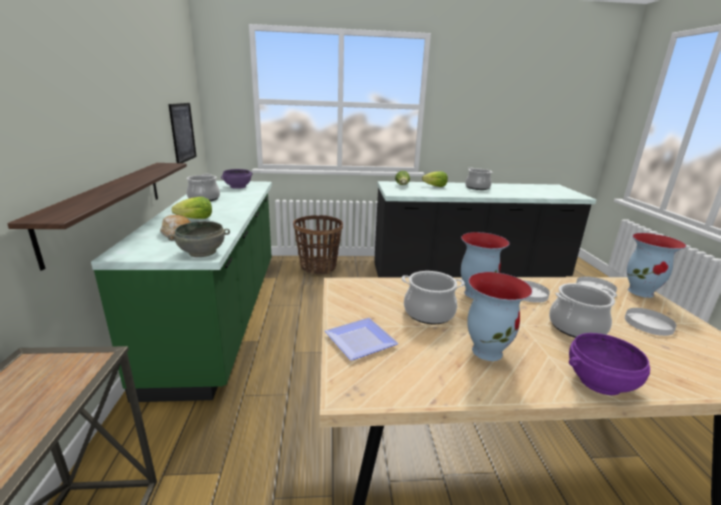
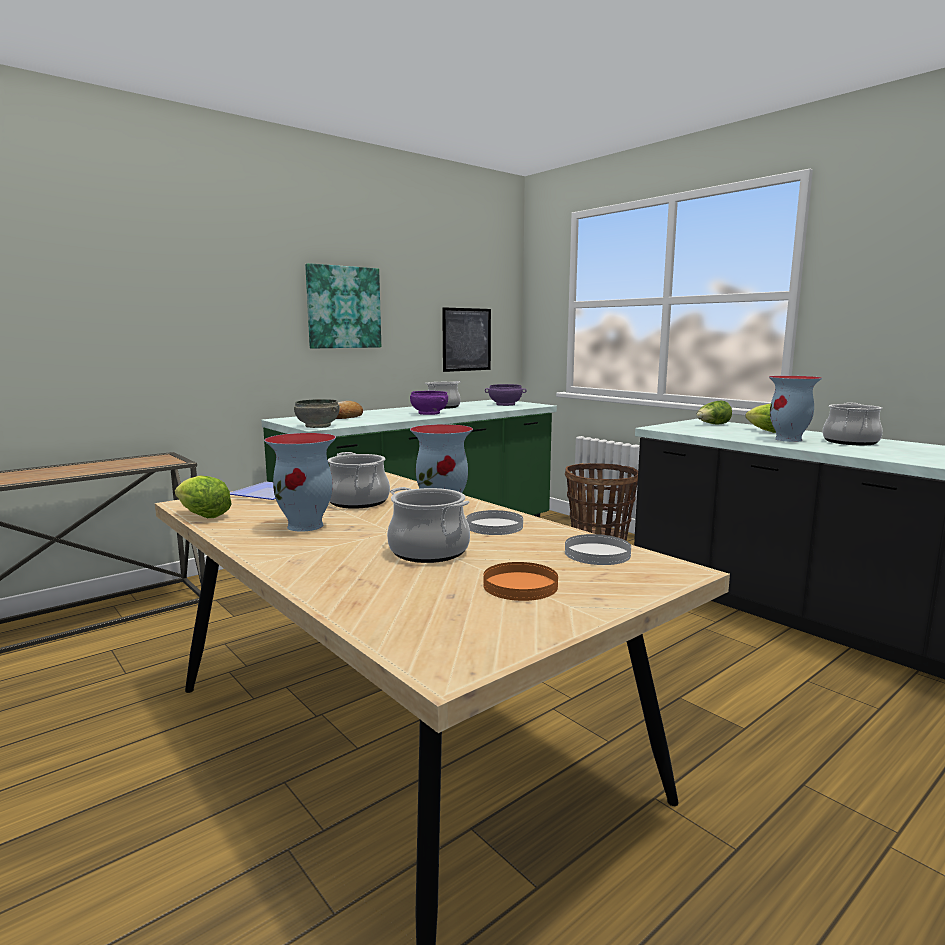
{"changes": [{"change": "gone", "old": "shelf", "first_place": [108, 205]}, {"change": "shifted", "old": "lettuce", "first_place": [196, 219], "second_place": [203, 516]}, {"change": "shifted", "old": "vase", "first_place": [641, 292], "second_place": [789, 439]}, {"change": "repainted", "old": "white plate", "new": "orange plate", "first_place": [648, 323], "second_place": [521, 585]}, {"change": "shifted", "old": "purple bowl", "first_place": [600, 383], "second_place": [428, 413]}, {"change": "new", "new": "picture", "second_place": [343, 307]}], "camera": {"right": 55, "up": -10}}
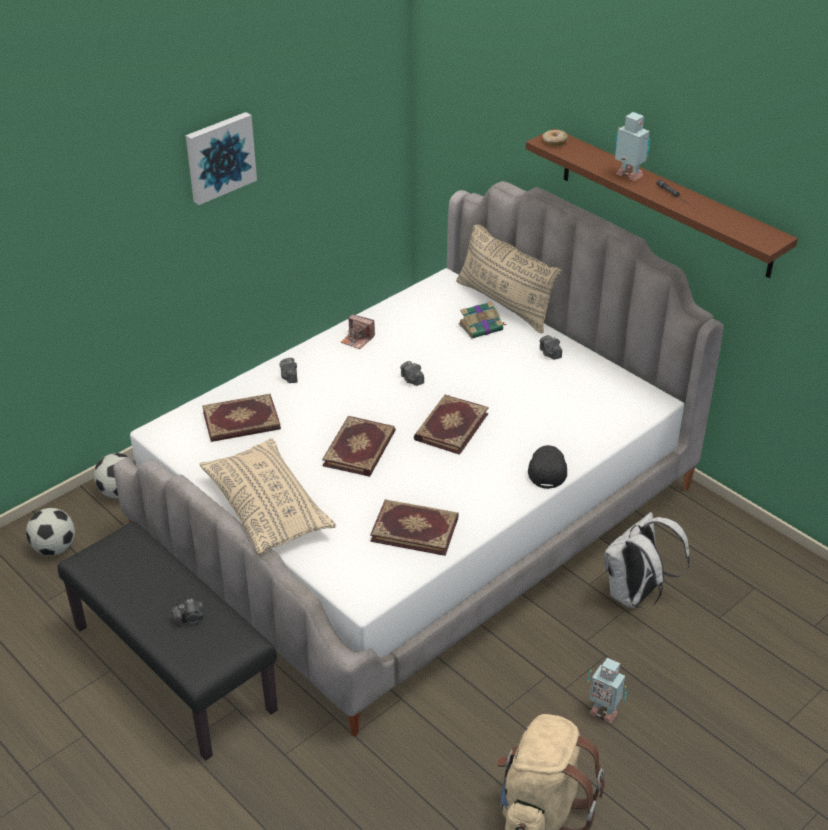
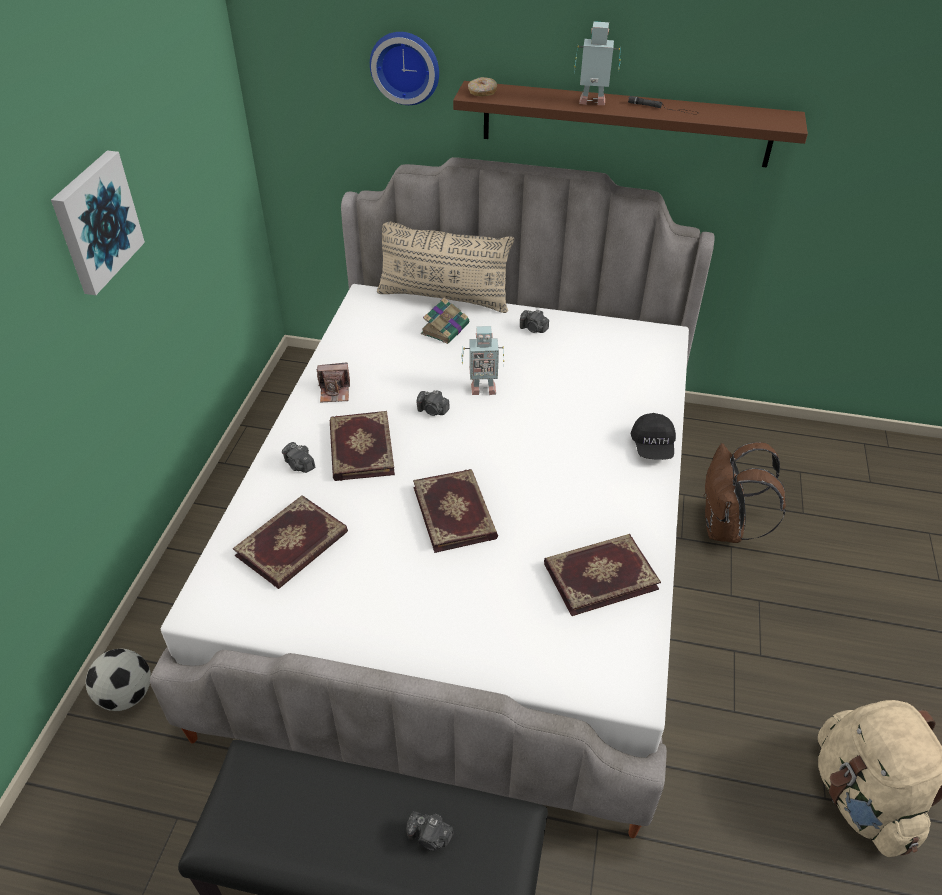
{"changes": [{"change": "shifted", "old": "book", "first_place": [450, 426], "second_place": [360, 449]}, {"change": "gone", "old": "beige pillow", "first_place": [267, 508]}, {"change": "rotated", "old": "black cap", "first_place": [547, 471], "second_place": [652, 446], "degrees": -150}, {"change": "gone", "old": "football", "first_place": [54, 548]}, {"change": "repainted", "old": "white backpack", "new": "brown backpack", "first_place": [635, 595], "second_place": [726, 528]}, {"change": "rotated", "old": "photo camera", "first_place": [190, 619], "second_place": [430, 837], "degrees": 75}, {"change": "shifted", "old": "toy robot", "first_place": [603, 711], "second_place": [482, 388]}, {"change": "new", "new": "wall clock", "second_place": [406, 66]}], "camera": {"right": -35, "up": 5}}
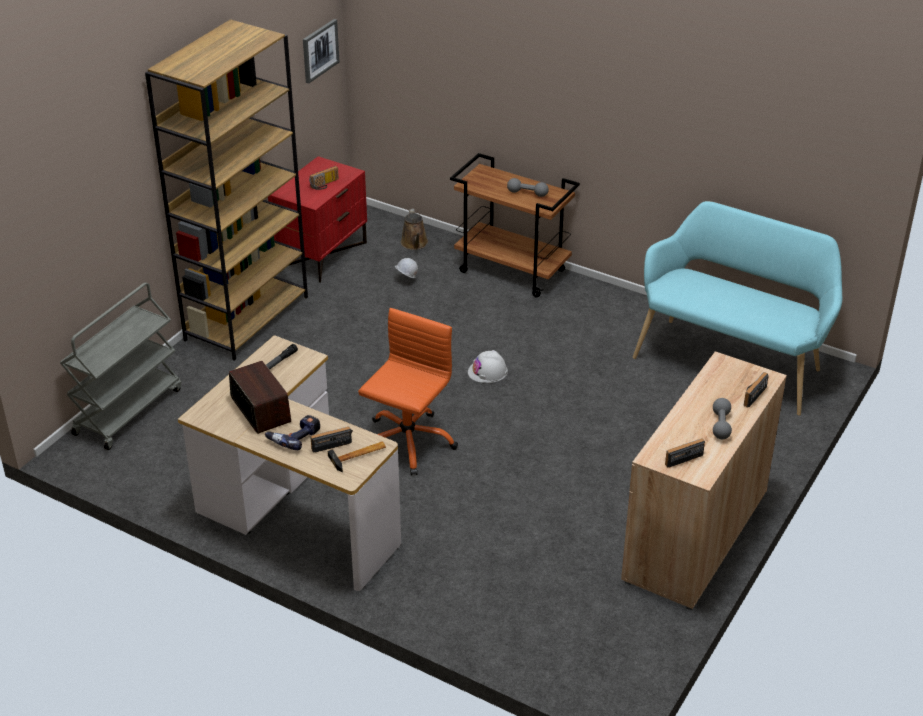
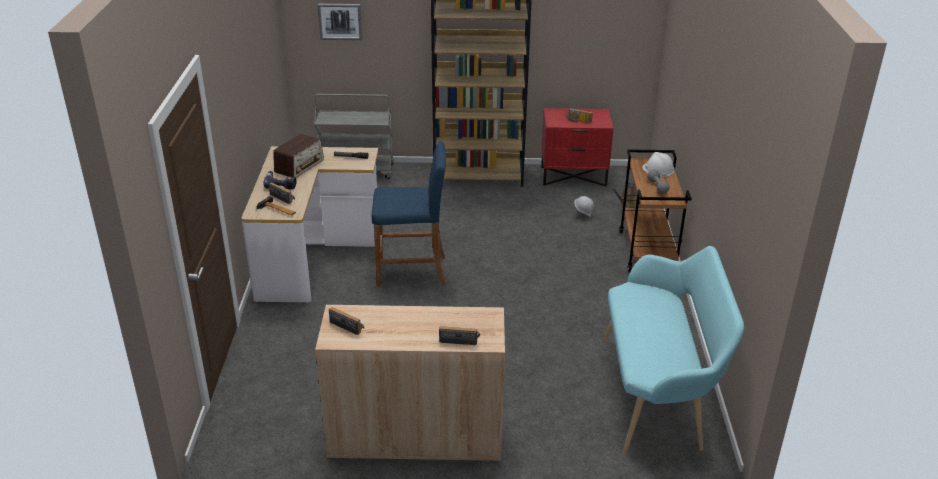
{"changes": [{"change": "shifted", "old": "picture", "first_place": [319, 50], "second_place": [340, 21]}, {"change": "swapped", "old": "orange office chair", "new": "blue stool", "first_place": [407, 442], "second_place": [411, 272]}, {"change": "shifted", "old": "white hard hat", "first_place": [488, 371], "second_place": [658, 169]}, {"change": "gone", "old": "grey dumbbell", "first_place": [721, 425]}], "camera": {"right": 60, "up": -5}}
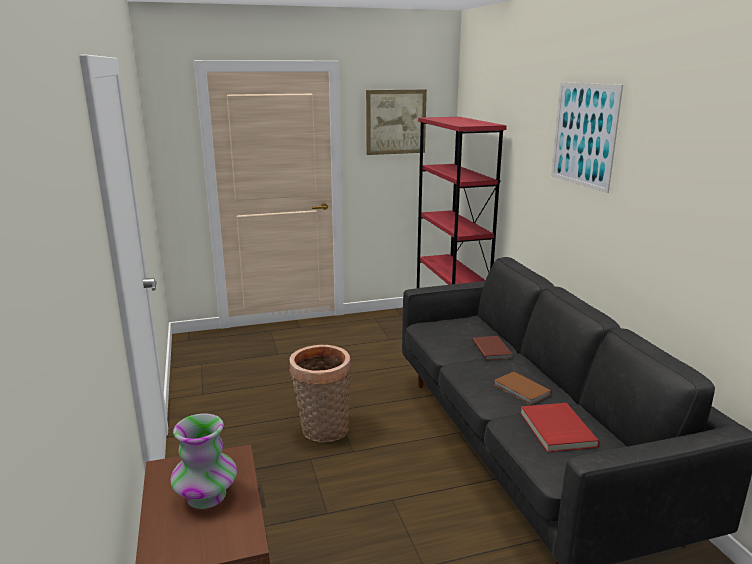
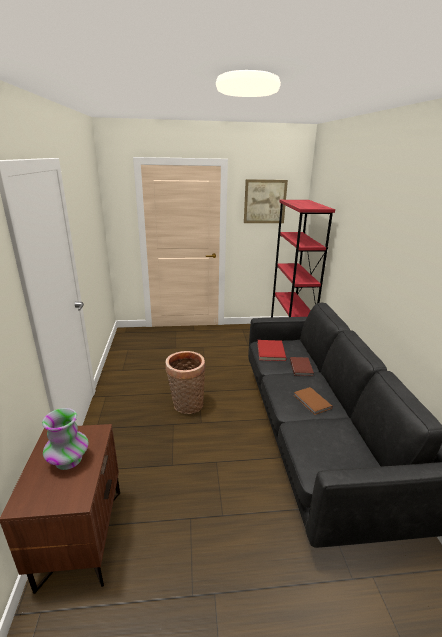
{"changes": [{"change": "gone", "old": "picture", "first_place": [584, 135]}, {"change": "shifted", "old": "red book", "first_place": [556, 429], "second_place": [270, 351]}], "camera": {"right": 10, "up": 5}}
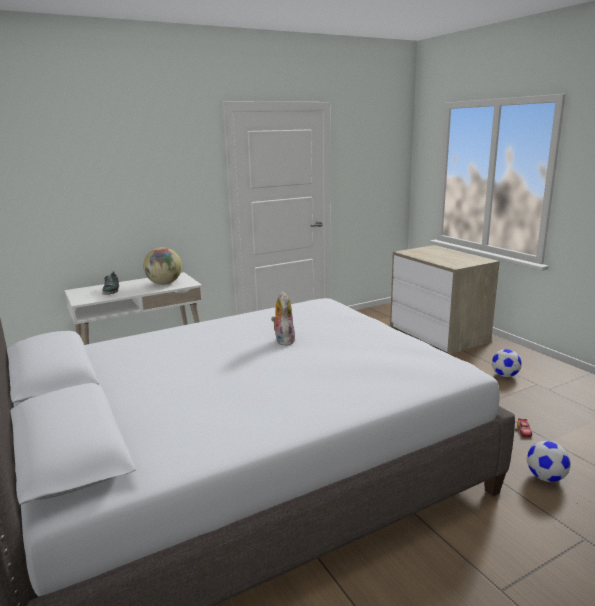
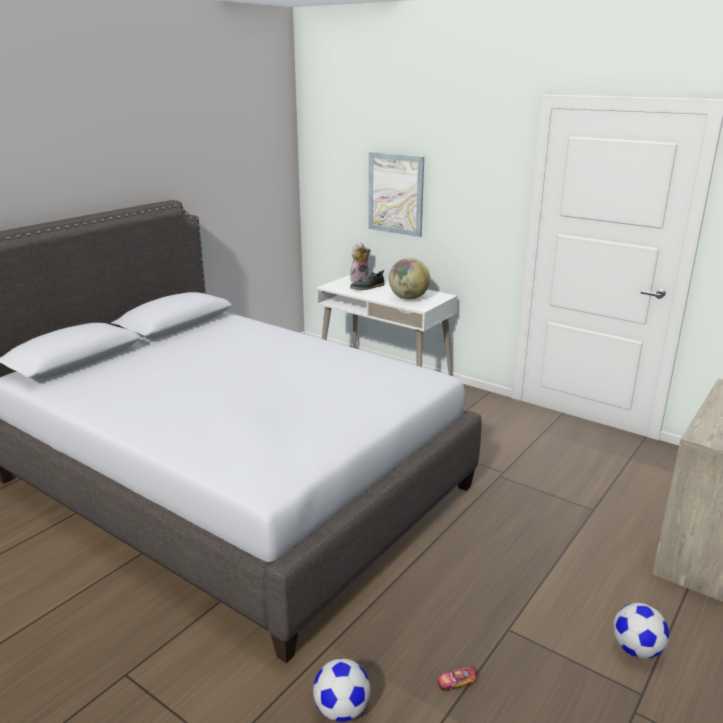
{"changes": [{"change": "shifted", "old": "plush toy", "first_place": [283, 340], "second_place": [359, 280]}, {"change": "new", "new": "picture", "second_place": [395, 194]}], "camera": {"right": 65, "up": 5}}
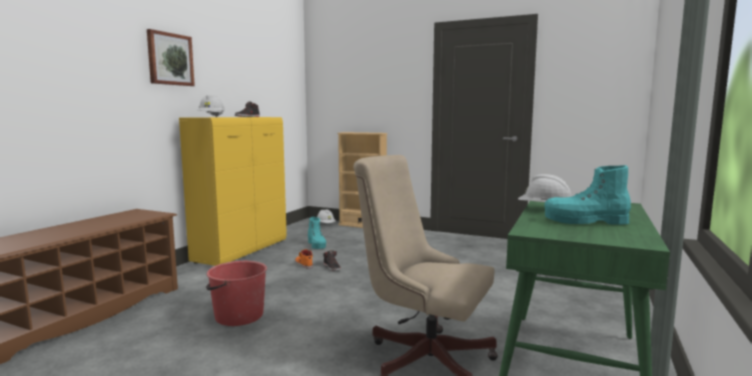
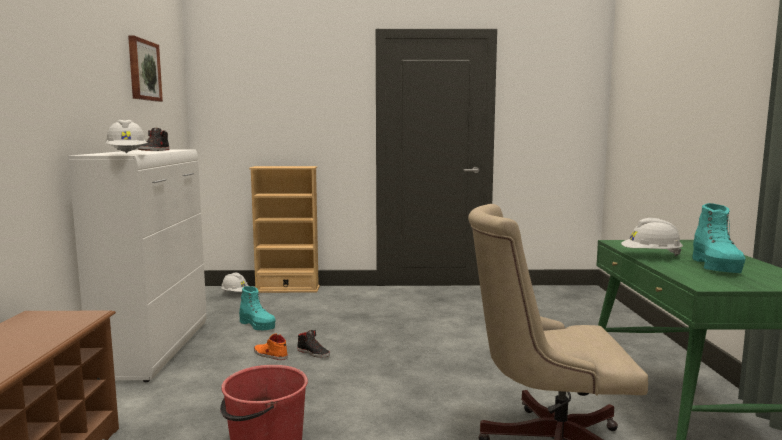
{"changes": [{"change": "shifted", "old": "picture", "first_place": [170, 59], "second_place": [143, 70]}, {"change": "repainted", "old": "yellow cabinet", "new": "white cabinet", "first_place": [242, 251], "second_place": [155, 350]}, {"change": "rotated", "old": "turquoise boot", "first_place": [585, 221], "second_place": [716, 266], "degrees": -60}], "camera": {"right": -25, "up": 0}}
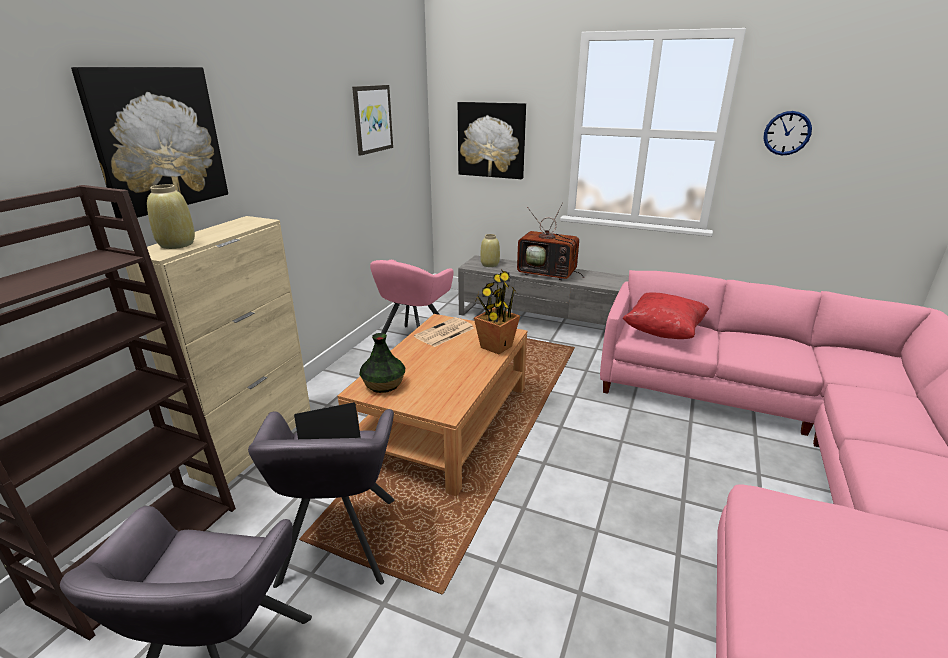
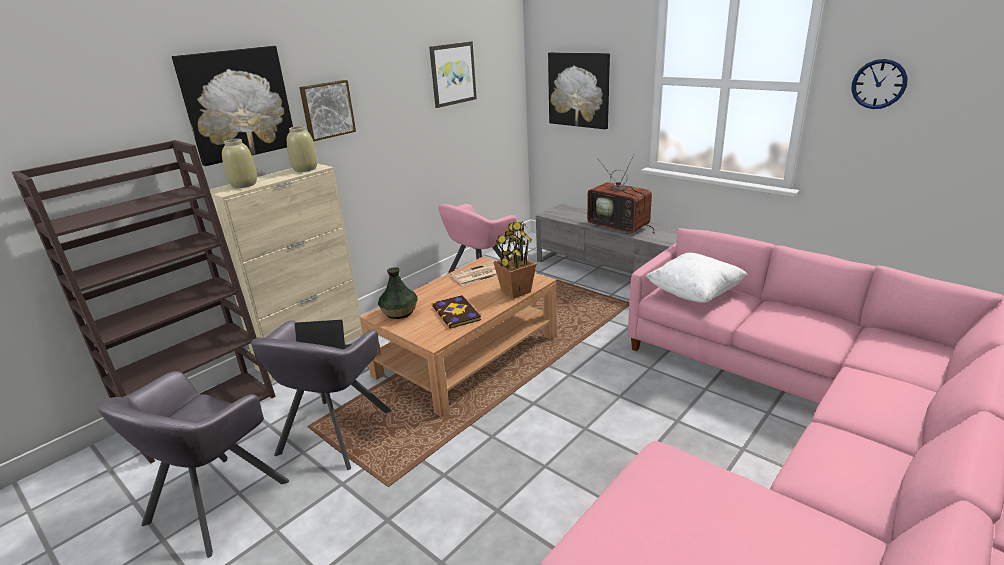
{"changes": [{"change": "shifted", "old": "beige vase", "first_place": [489, 264], "second_place": [305, 169]}, {"change": "repainted", "old": "red pillow", "new": "white pillow", "first_place": [663, 332], "second_place": [694, 294]}, {"change": "new", "new": "picture", "second_place": [327, 110]}, {"change": "new", "new": "book", "second_place": [457, 313]}], "camera": {"right": 20, "up": 0}}
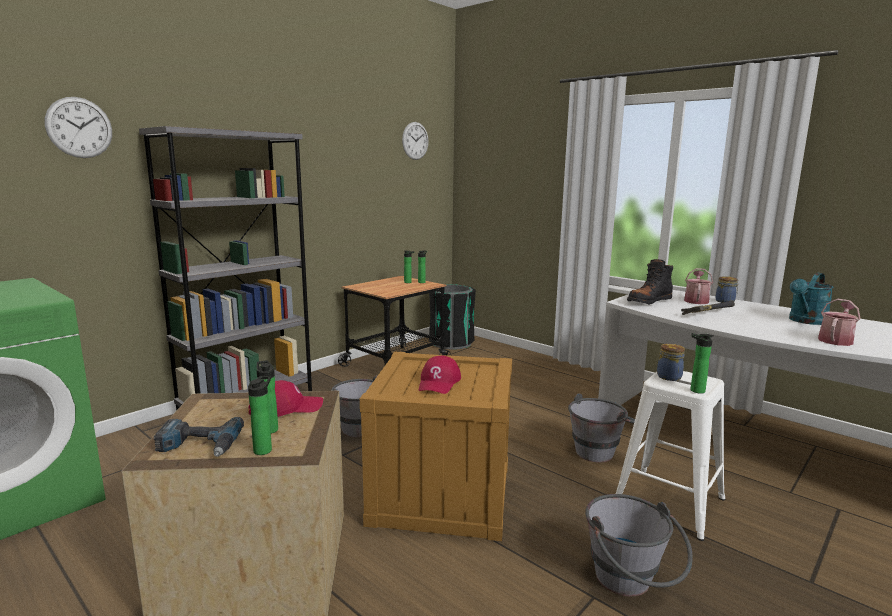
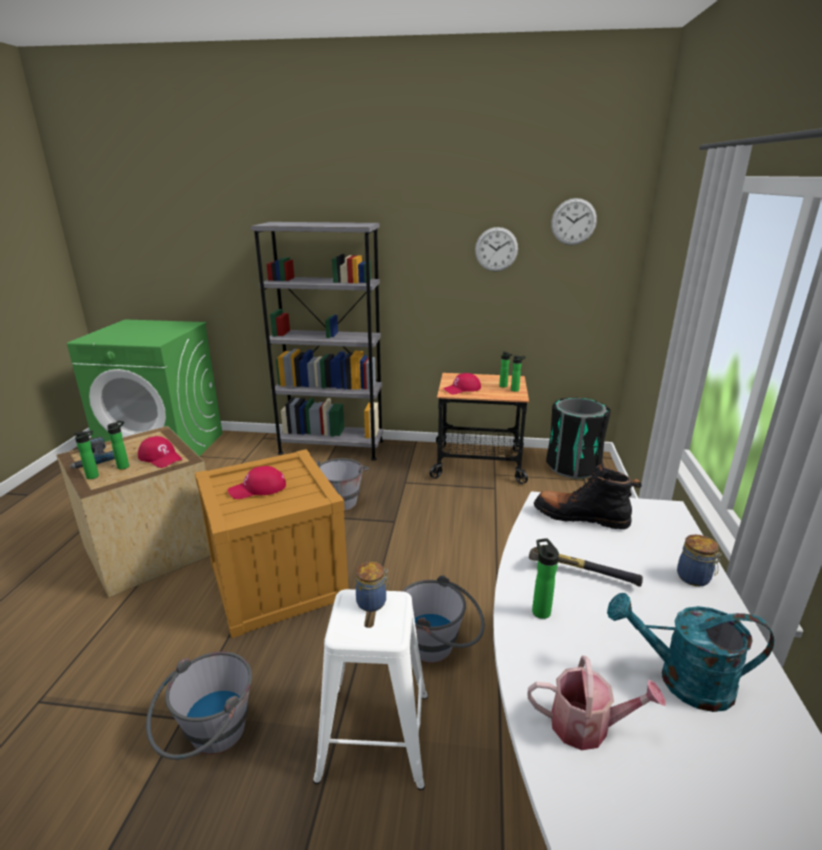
{"changes": [{"change": "shifted", "old": "wall clock", "first_place": [79, 127], "second_place": [496, 249]}, {"change": "gone", "old": "watering can", "first_place": [696, 300]}, {"change": "shifted", "old": "bottle", "first_place": [695, 390], "second_place": [540, 610]}, {"change": "new", "new": "red cap", "second_place": [462, 389]}], "camera": {"right": 55, "up": 10}}
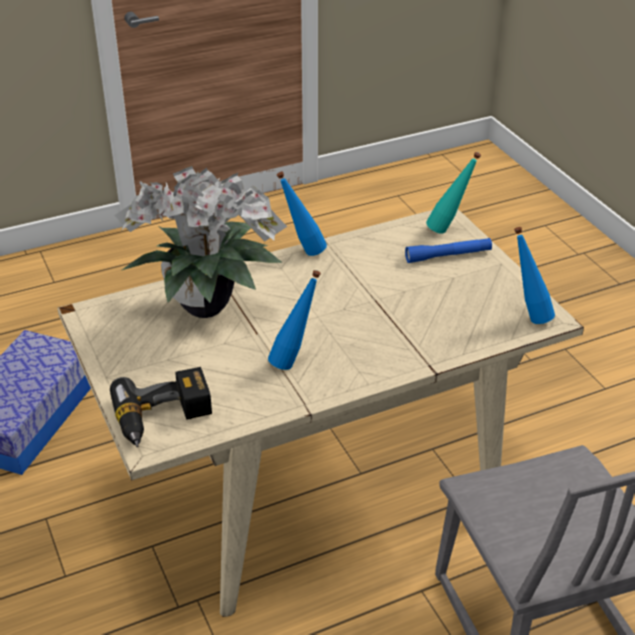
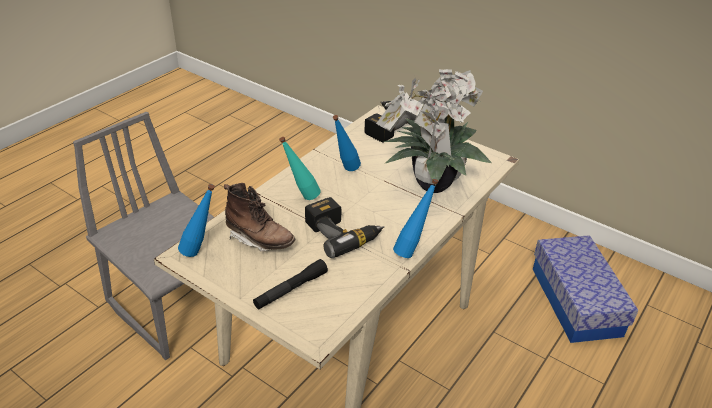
{"changes": [{"change": "shifted", "old": "turquoise bottle", "first_place": [449, 230], "second_place": [301, 198]}, {"change": "repainted", "old": "blue flashlight", "new": "black flashlight", "first_place": [448, 256], "second_place": [291, 289]}, {"change": "new", "new": "brown boot", "second_place": [259, 239]}, {"change": "new", "new": "power drill", "second_place": [342, 233]}], "camera": {"right": 150, "up": 0}}
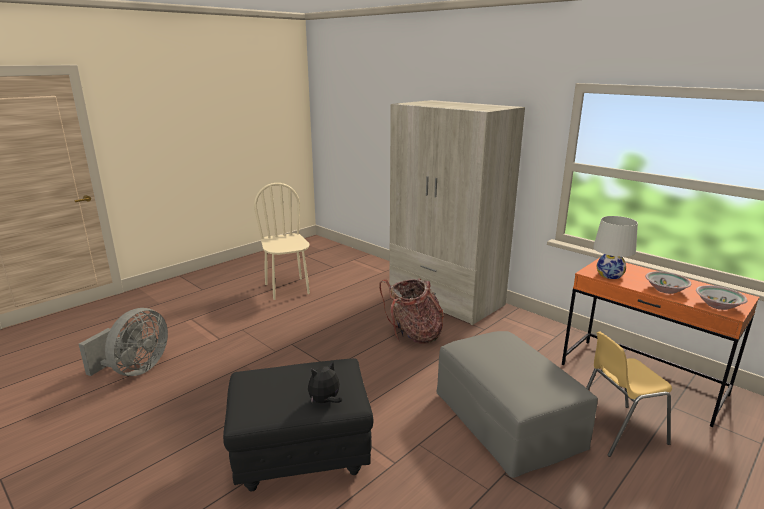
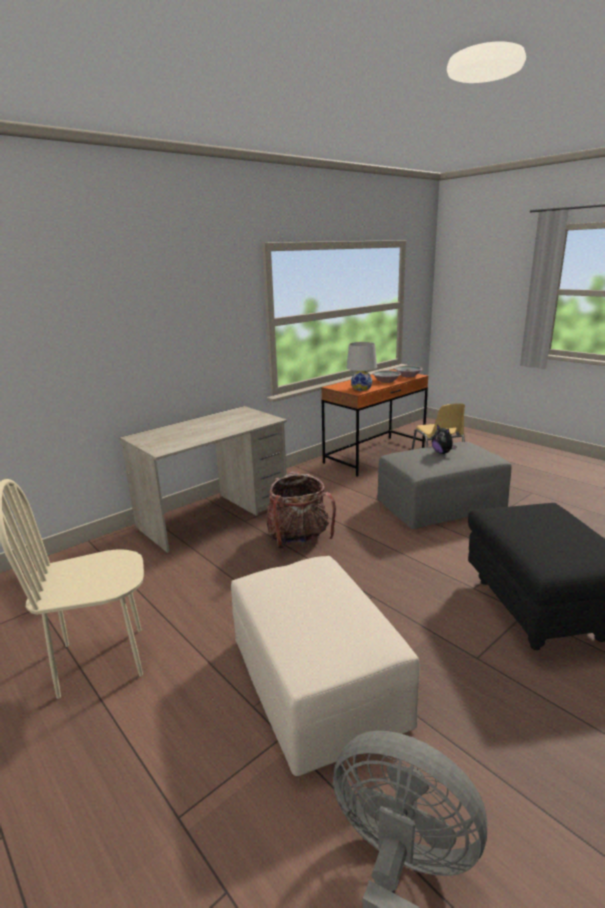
{"changes": [{"change": "swapped", "old": "beige wardrobe", "new": "beige desk", "first_place": [445, 298], "second_place": [215, 515]}, {"change": "shifted", "old": "plush toy", "first_place": [325, 401], "second_place": [442, 453]}, {"change": "new", "new": "beige ottoman", "second_place": [316, 681]}], "camera": {"right": -85, "up": 0}}
